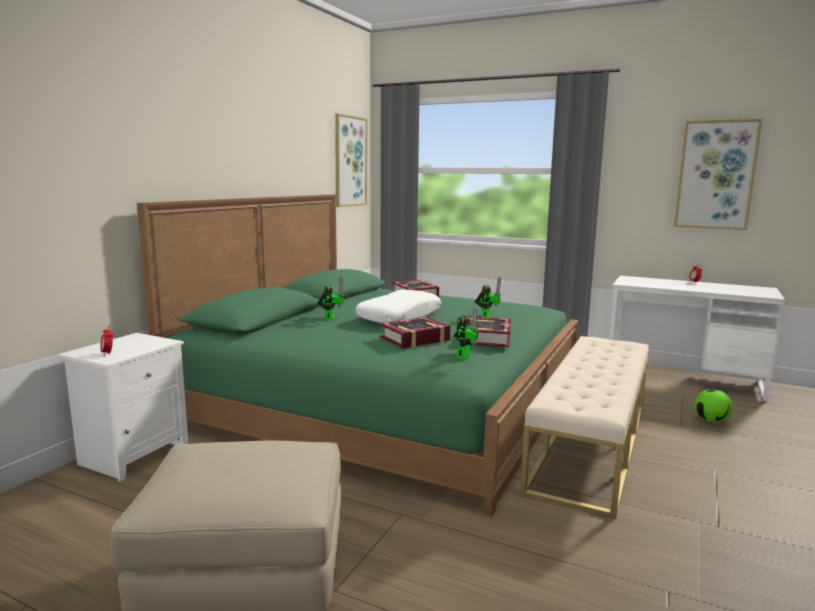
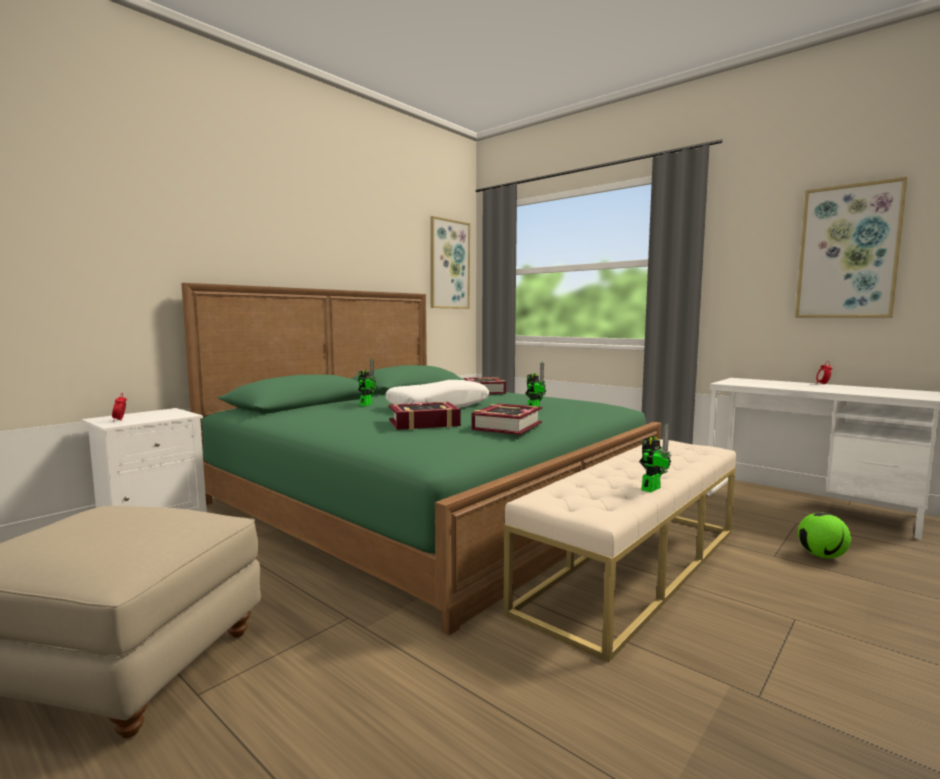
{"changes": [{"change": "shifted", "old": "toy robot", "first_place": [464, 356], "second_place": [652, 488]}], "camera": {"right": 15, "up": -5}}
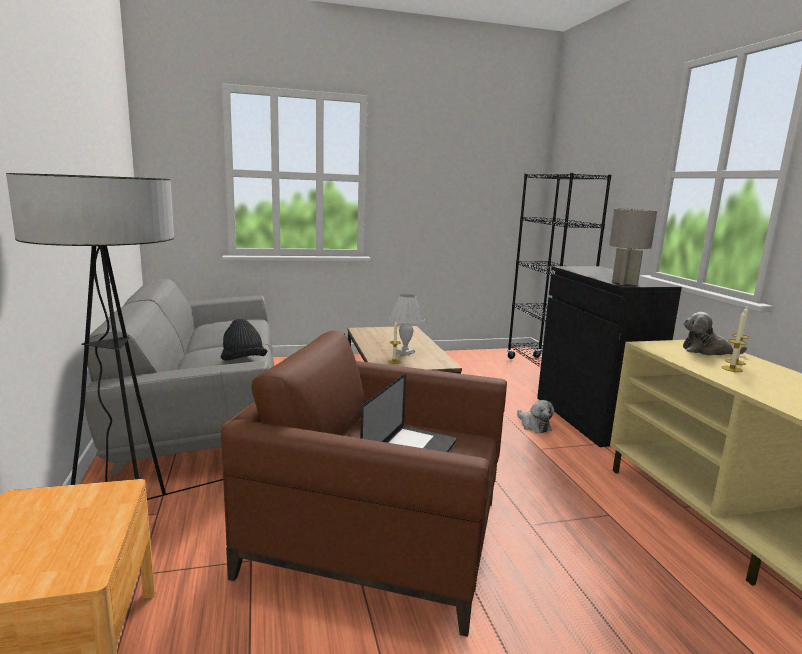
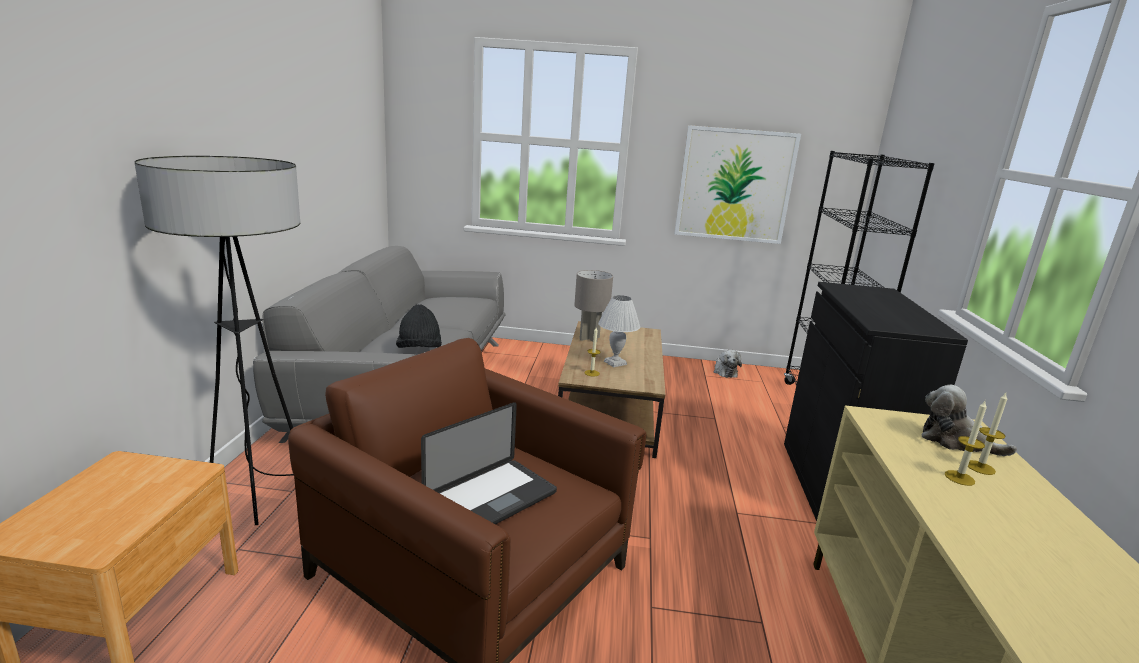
{"changes": [{"change": "shifted", "old": "grey table lamp", "first_place": [624, 283], "second_place": [589, 338]}, {"change": "shifted", "old": "plush toy", "first_place": [534, 425], "second_place": [724, 372]}, {"change": "new", "new": "picture", "second_place": [734, 185]}], "camera": {"right": 20, "up": 5}}
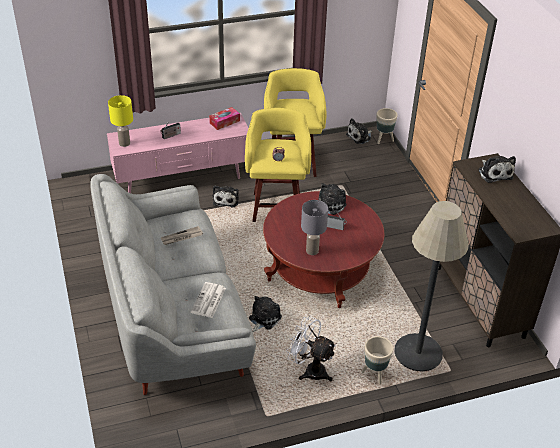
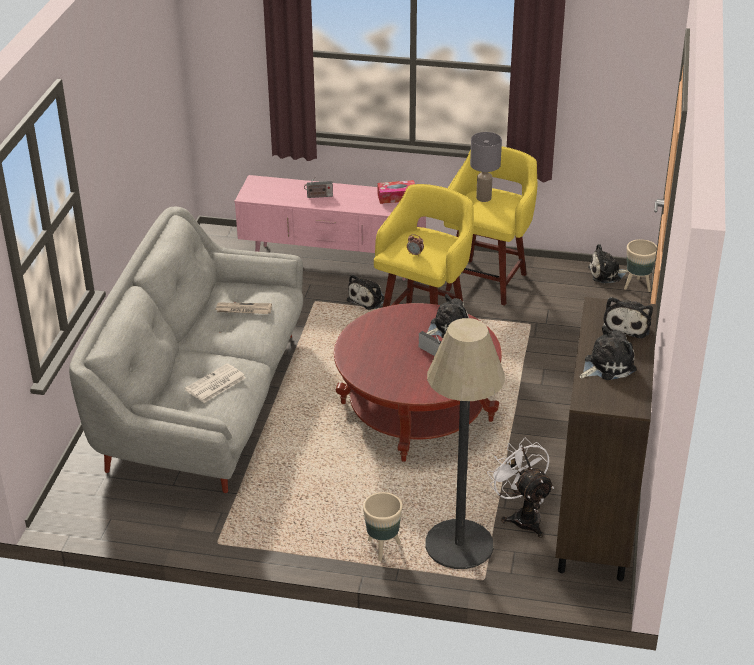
{"changes": [{"change": "gone", "old": "yellow table lamp", "first_place": [124, 143]}, {"change": "shifted", "old": "grey table lamp", "first_place": [312, 250], "second_place": [483, 198]}, {"change": "shifted", "old": "plush toy", "first_place": [263, 319], "second_place": [606, 365]}, {"change": "shifted", "old": "white fan", "first_place": [310, 370], "second_place": [522, 516]}], "camera": {"right": 30, "up": -5}}
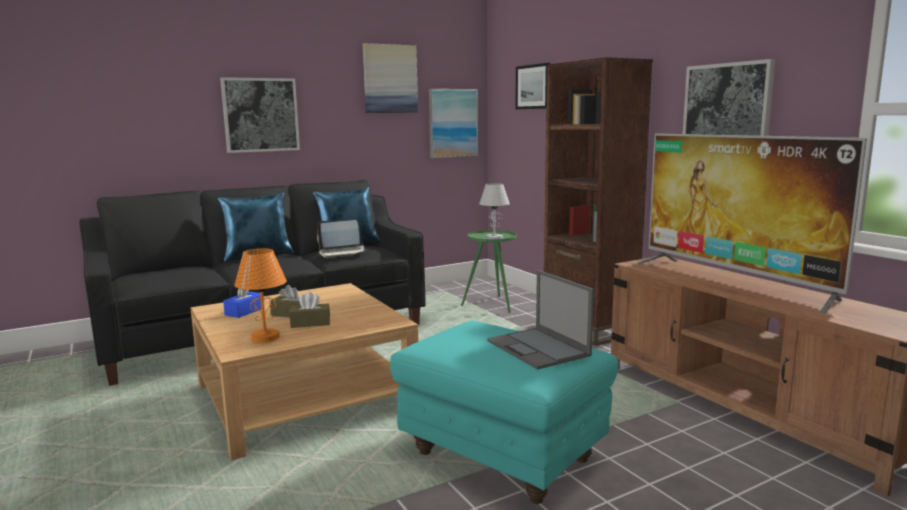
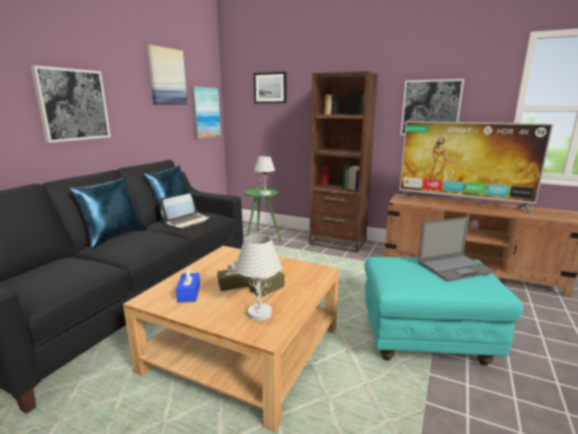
{"changes": [{"change": "repainted", "old": "orange table lamp", "new": "white table lamp", "first_place": [264, 337], "second_place": [259, 313]}, {"change": "rotated", "old": "laptop", "first_place": [539, 348], "second_place": [455, 267], "degrees": -45}], "camera": {"right": -35, "up": 5}}
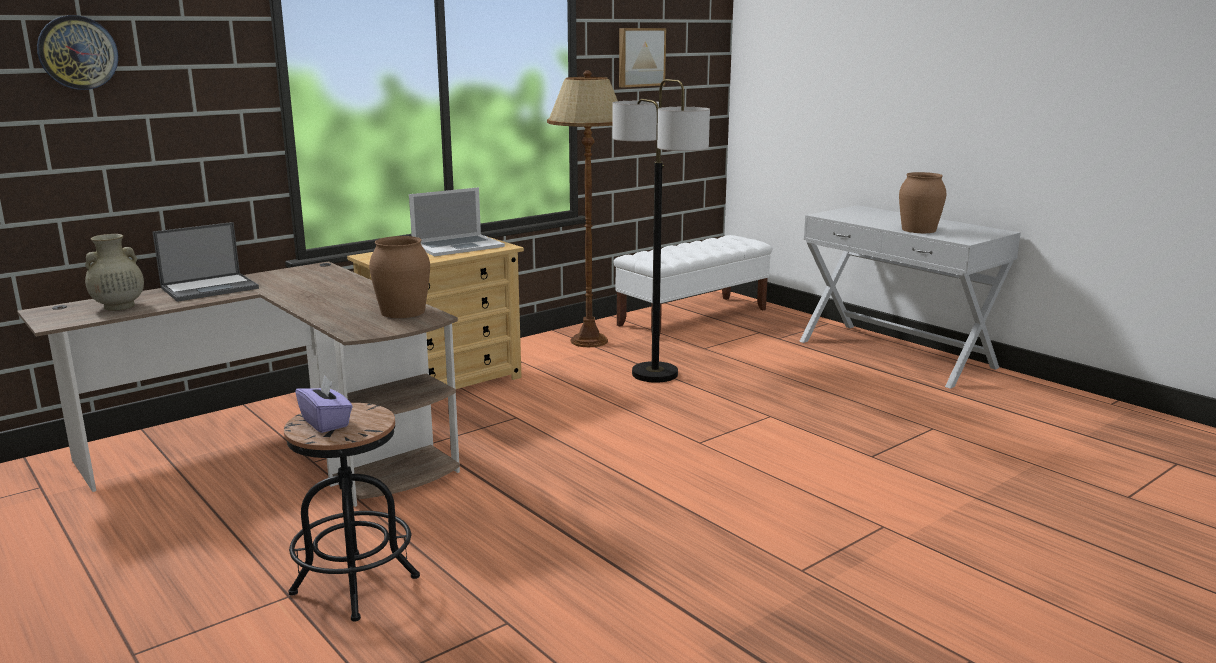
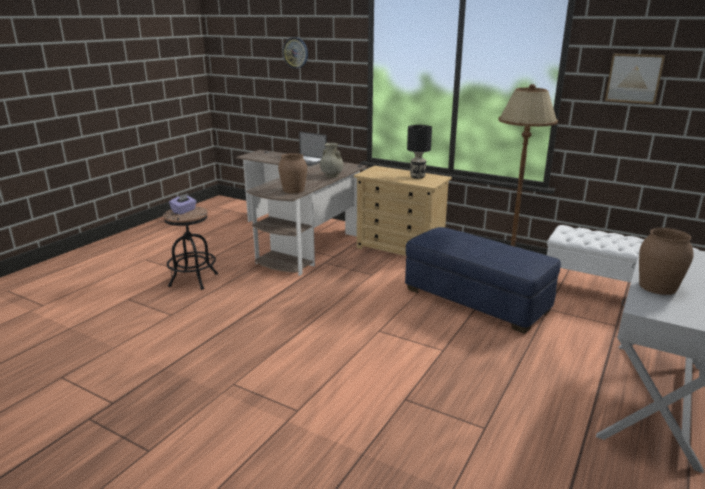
{"changes": [{"change": "swapped", "old": "floor lamp", "new": "blue ottoman", "first_place": [654, 374], "second_place": [476, 299]}, {"change": "swapped", "old": "laptop", "new": "black table lamp", "first_place": [457, 246], "second_place": [418, 177]}, {"change": "shifted", "old": "beige vase", "first_place": [118, 306], "second_place": [331, 176]}], "camera": {"right": 70, "up": 5}}
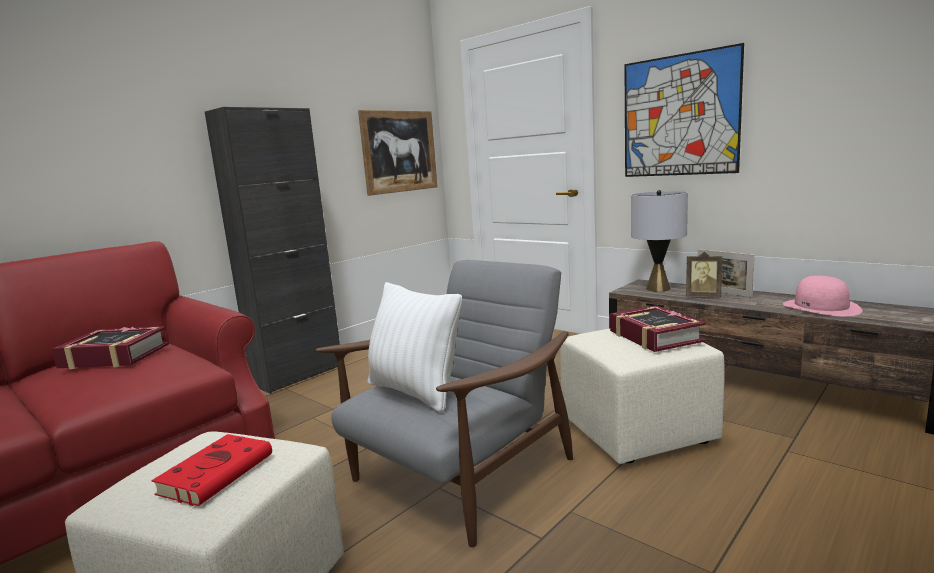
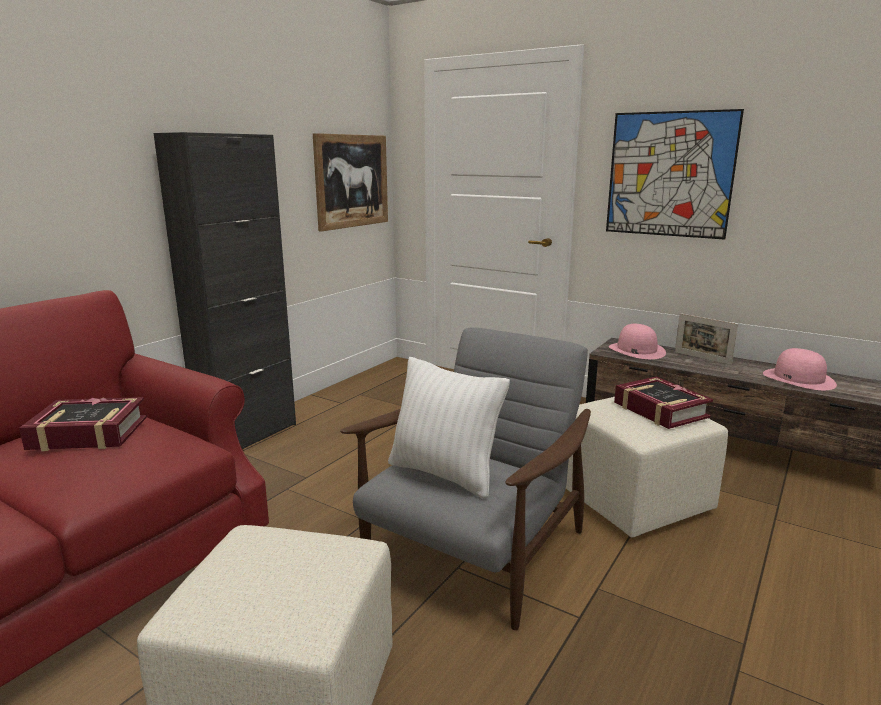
{"changes": [{"change": "swapped", "old": "grey table lamp", "new": "pink hat", "first_place": [657, 288], "second_place": [636, 350]}, {"change": "gone", "old": "picture frame", "first_place": [703, 296]}, {"change": "gone", "old": "red book", "first_place": [219, 472]}], "camera": {"right": -10, "up": 5}}
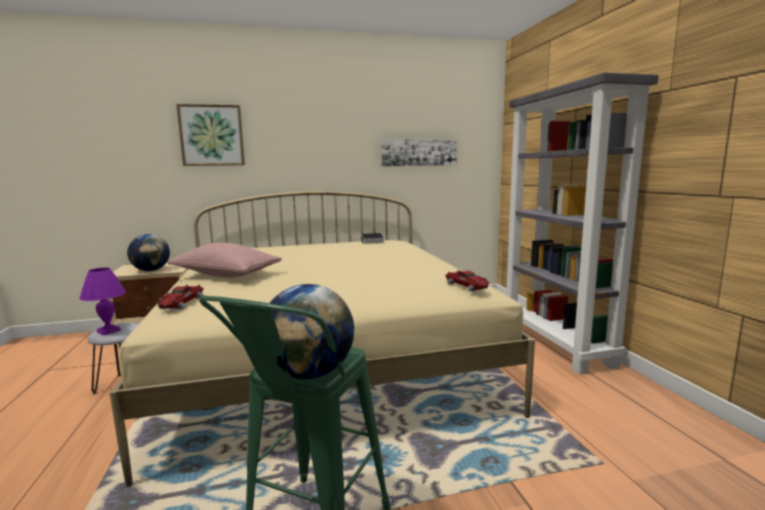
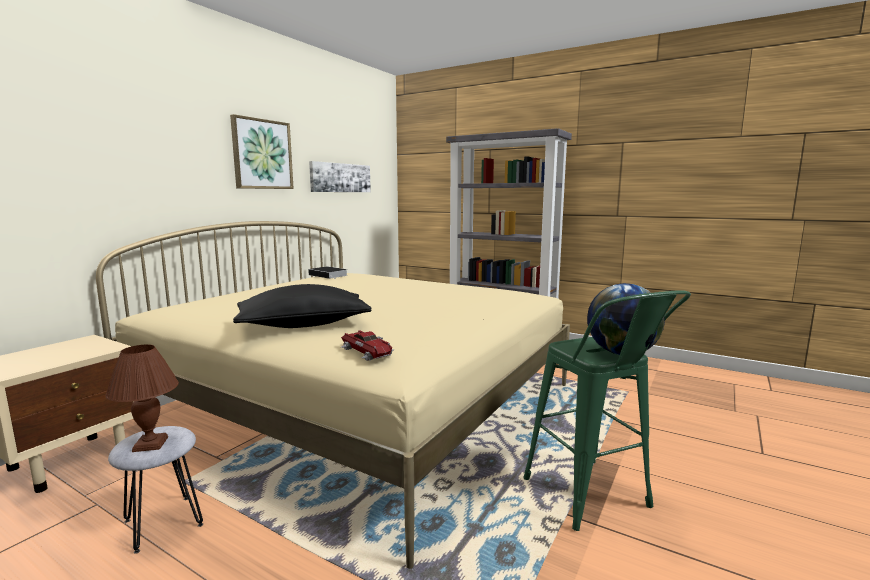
{"changes": [{"change": "shifted", "old": "picture", "first_place": [212, 135], "second_place": [262, 154]}, {"change": "gone", "old": "globe", "first_place": [151, 270]}, {"change": "repainted", "old": "pink pillow", "new": "black pillow", "first_place": [226, 275], "second_place": [304, 325]}, {"change": "repainted", "old": "purple table lamp", "new": "brown table lamp", "first_place": [108, 331], "second_place": [149, 444]}, {"change": "gone", "old": "toy car", "first_place": [467, 286]}], "camera": {"right": -45, "up": 0}}
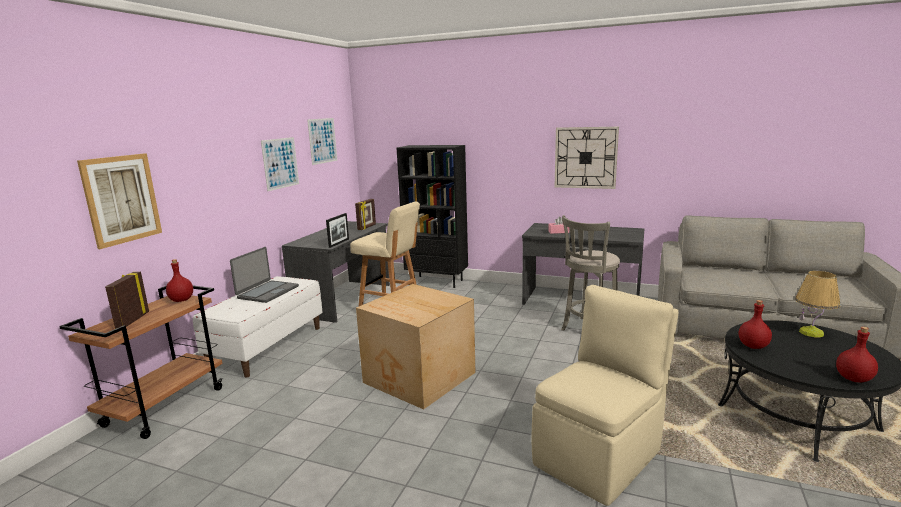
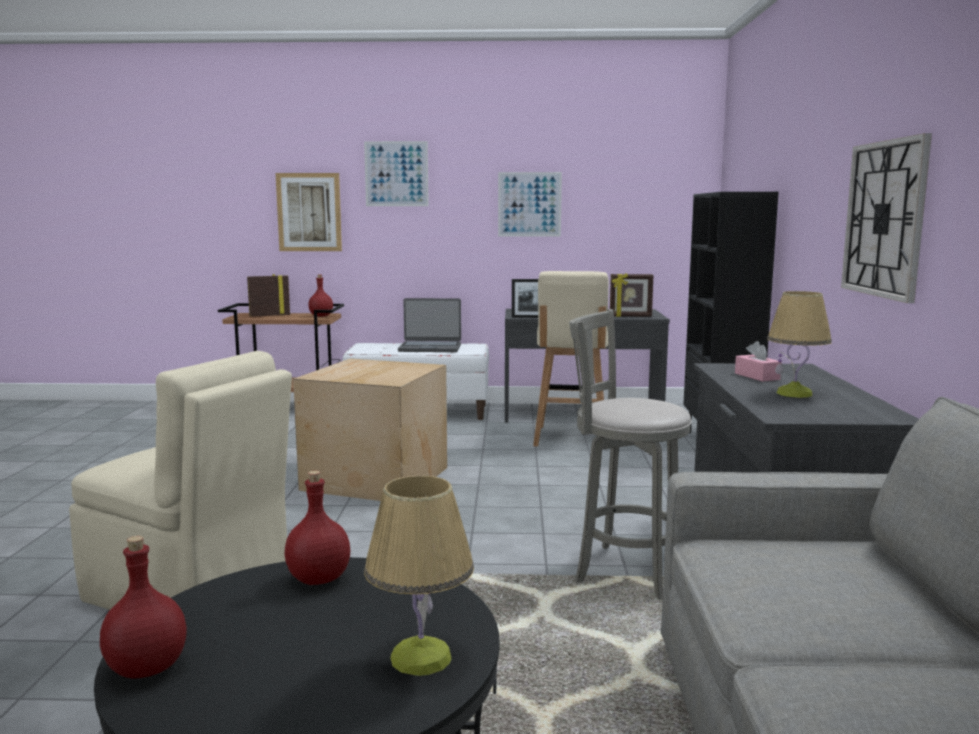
{"changes": [{"change": "shifted", "old": "picture", "first_place": [322, 140], "second_place": [396, 174]}, {"change": "new", "new": "table lamp", "second_place": [794, 393]}], "camera": {"right": 70, "up": -5}}
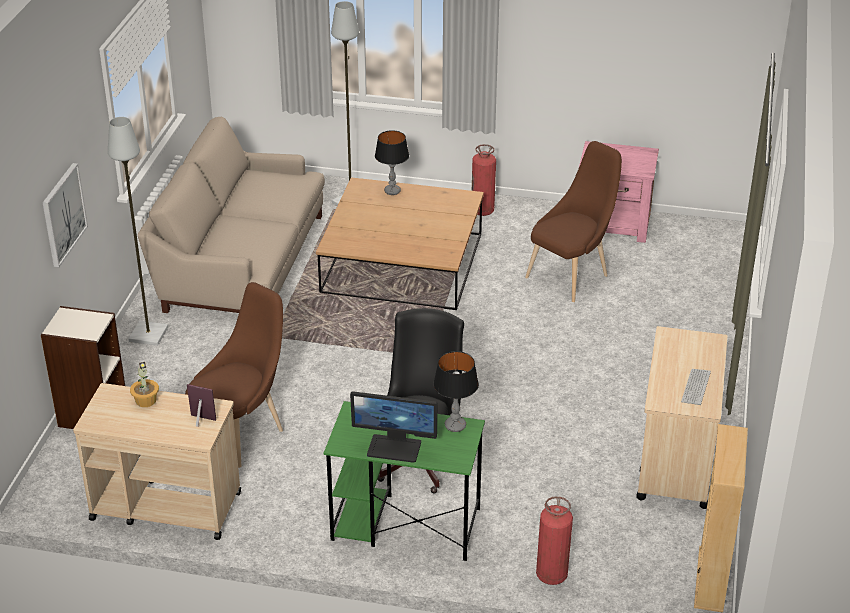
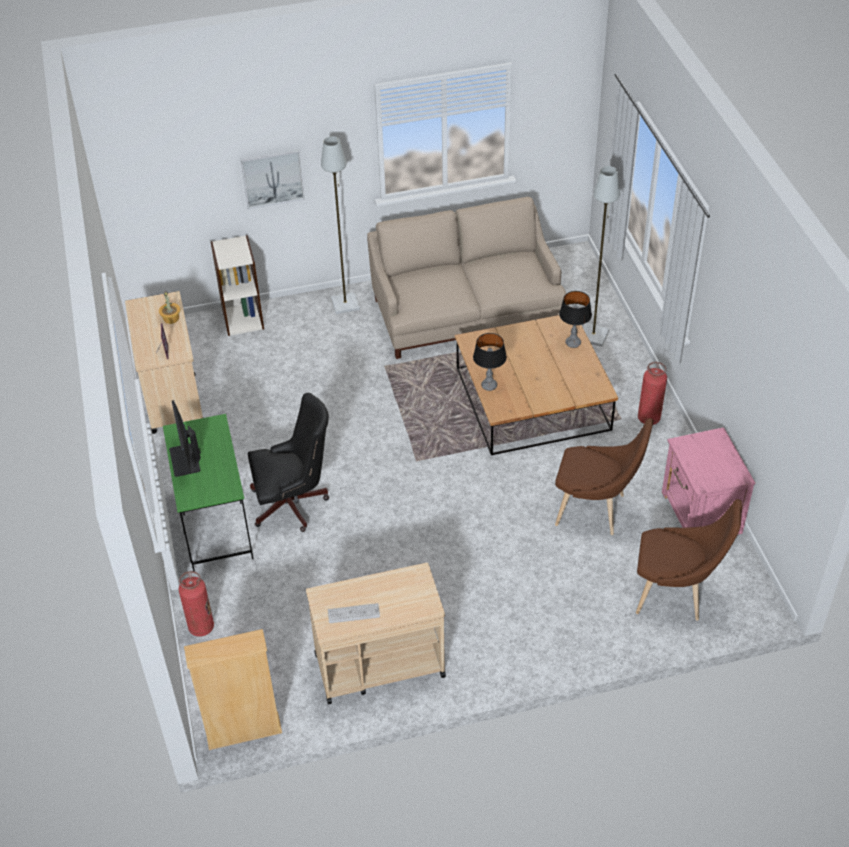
{"changes": [{"change": "shifted", "old": "brown chair", "first_place": [242, 432], "second_place": [675, 594]}, {"change": "shifted", "old": "table lamp", "first_place": [455, 426], "second_place": [489, 386]}], "camera": {"right": 65, "up": 10}}
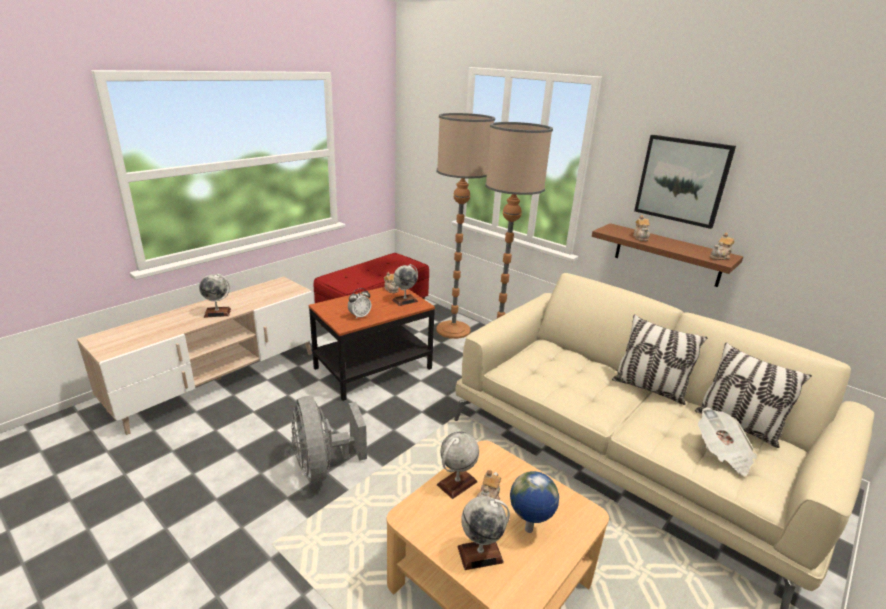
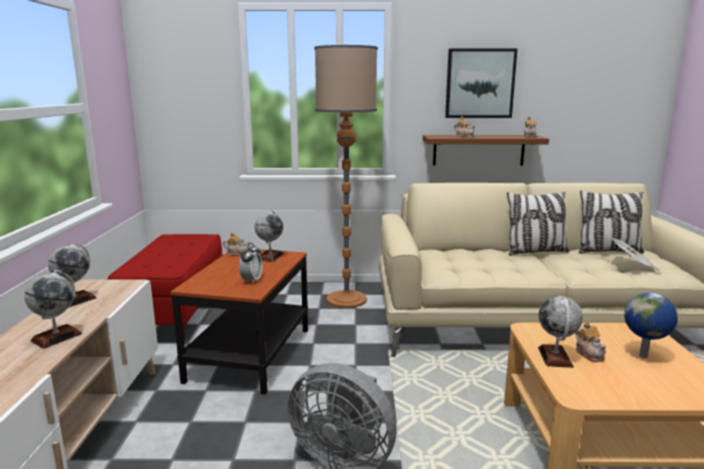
{"changes": [{"change": "gone", "old": "floor lamp", "first_place": [453, 330]}, {"change": "shifted", "old": "globe", "first_place": [480, 554], "second_place": [75, 300]}], "camera": {"right": -40, "up": -10}}
